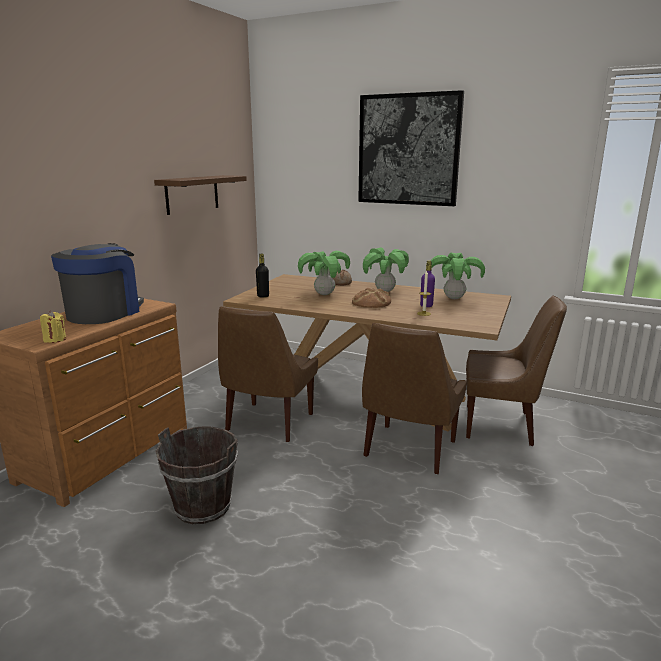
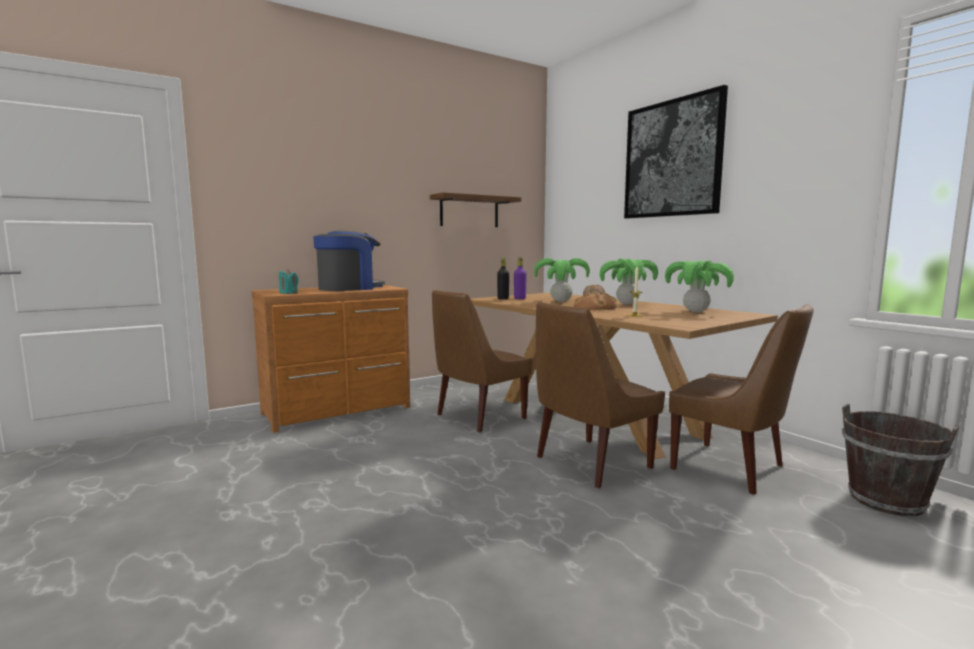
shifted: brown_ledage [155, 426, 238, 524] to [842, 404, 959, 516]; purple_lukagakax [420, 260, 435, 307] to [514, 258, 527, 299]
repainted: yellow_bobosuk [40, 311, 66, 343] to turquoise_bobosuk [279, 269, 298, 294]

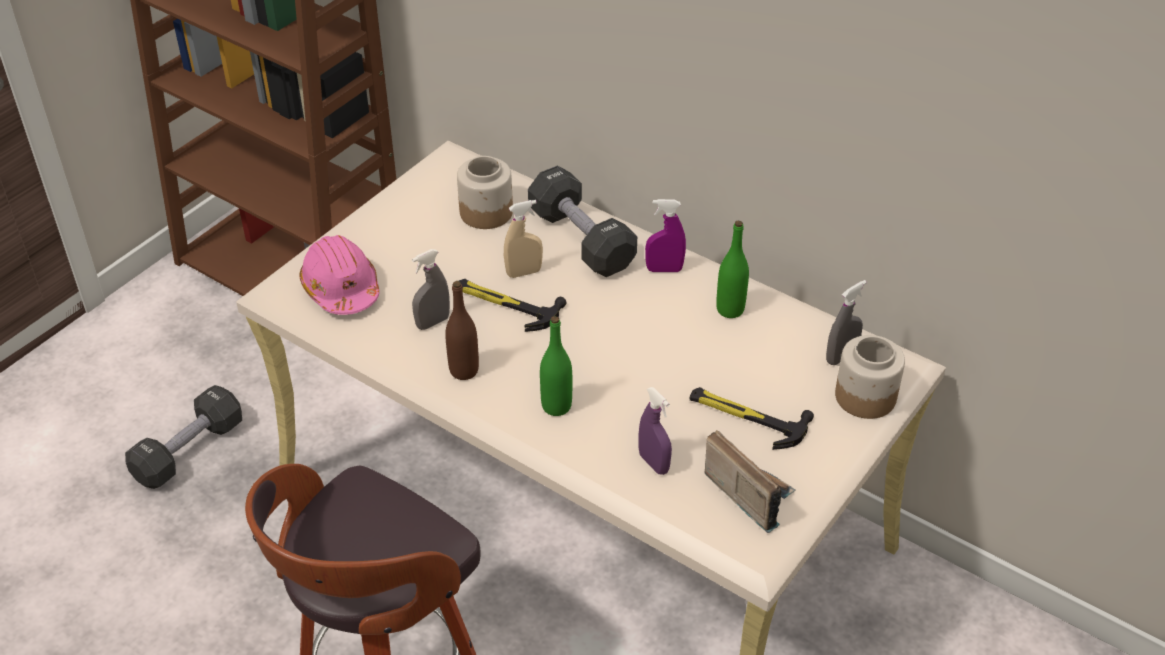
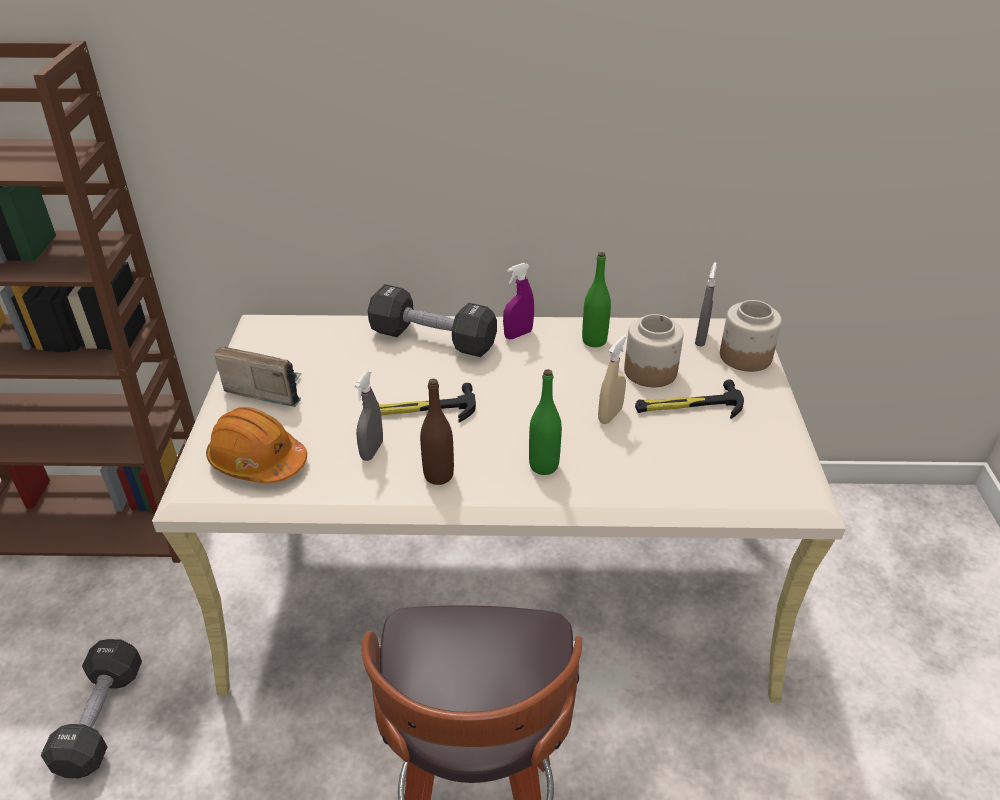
gone: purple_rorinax [638, 387, 672, 475]
shifted: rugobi [457, 156, 513, 229] to [624, 314, 683, 387]; beige_rorinax [504, 200, 543, 278] to [598, 335, 627, 424]; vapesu [704, 430, 796, 533] to [214, 346, 301, 407]
repainted: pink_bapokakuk [299, 235, 380, 315] to orange_bapokakuk [206, 407, 307, 483]

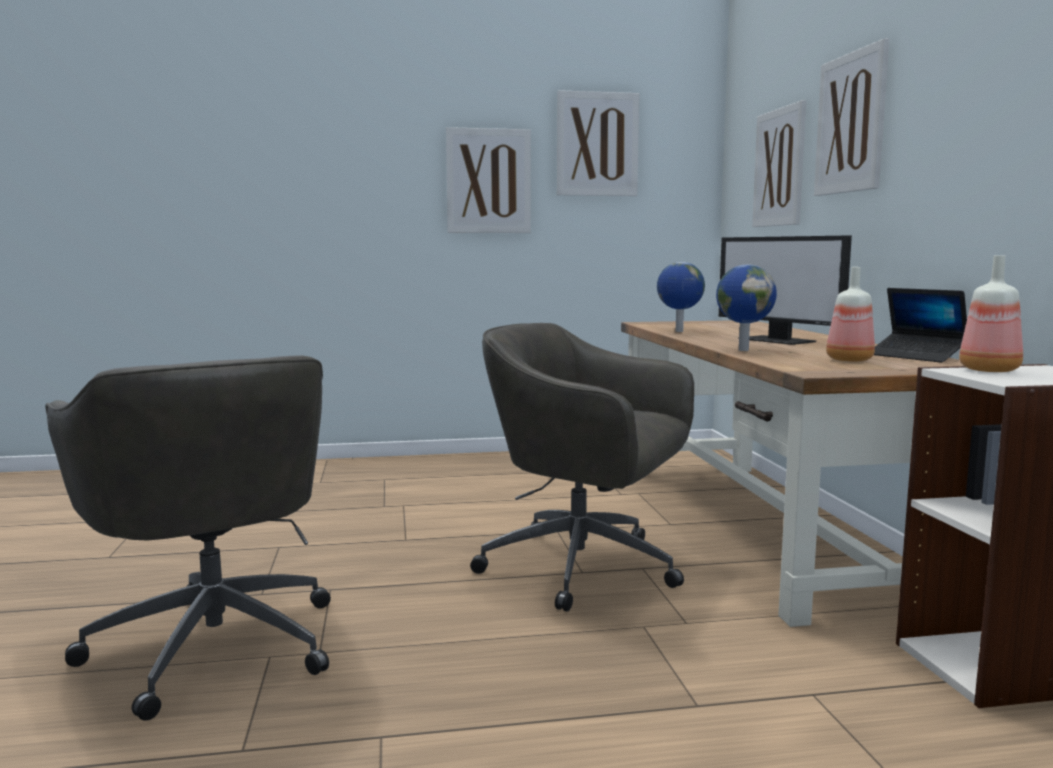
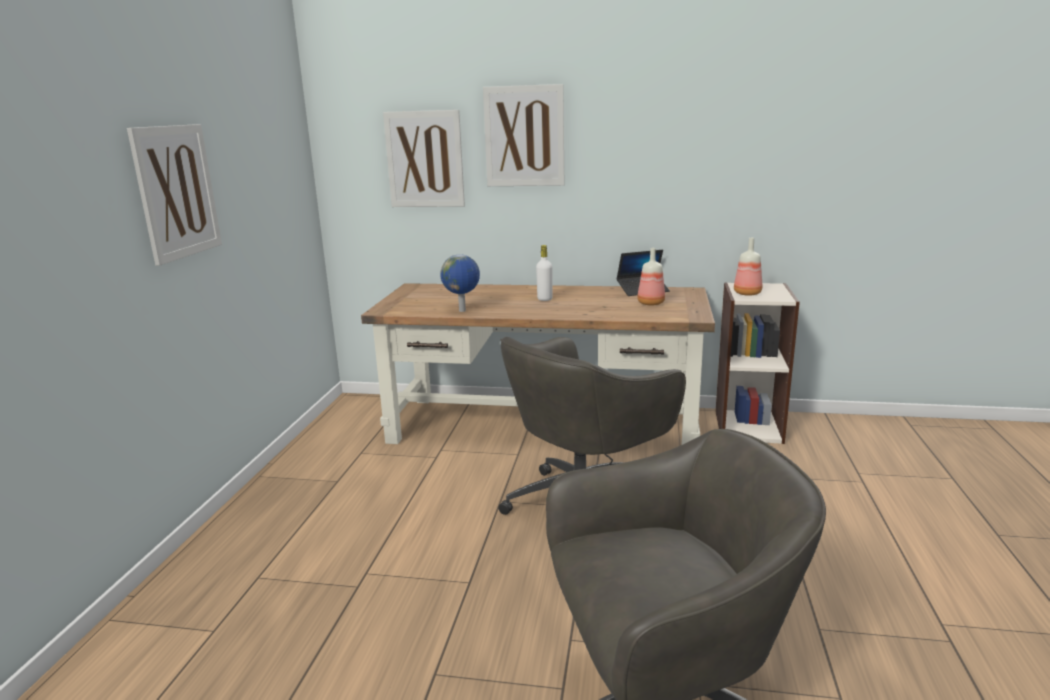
gone: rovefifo [557, 90, 640, 196]; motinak [716, 264, 777, 351]
swapped: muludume [719, 235, 852, 345] to white_lukagakax [536, 245, 552, 301]

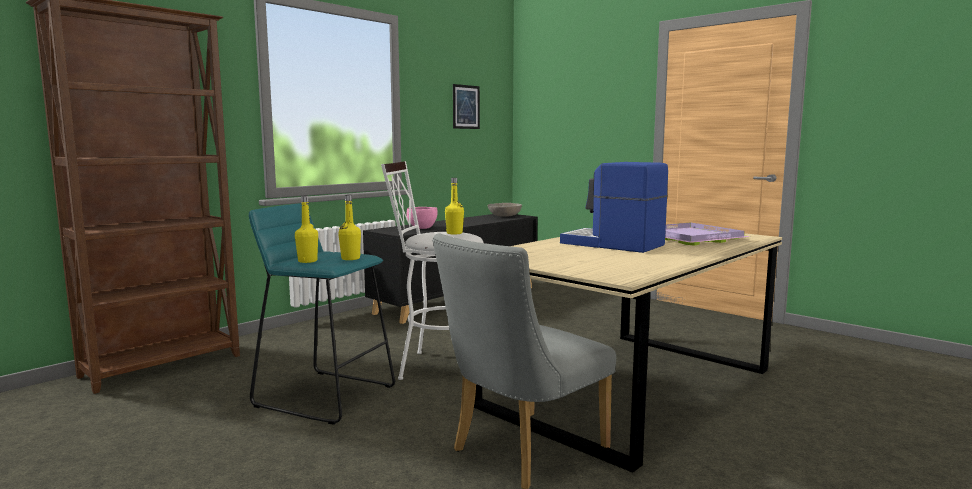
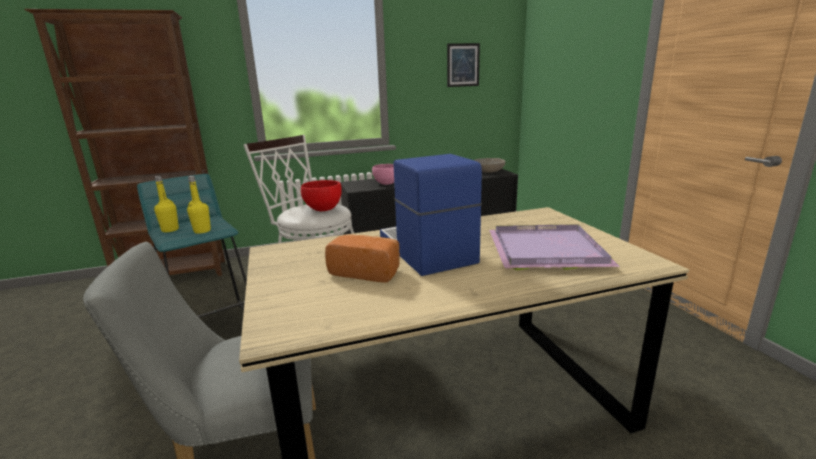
new: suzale [325, 234, 400, 283]
swapped: yellow_lukagakax [445, 178, 464, 234] to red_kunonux [301, 180, 342, 211]

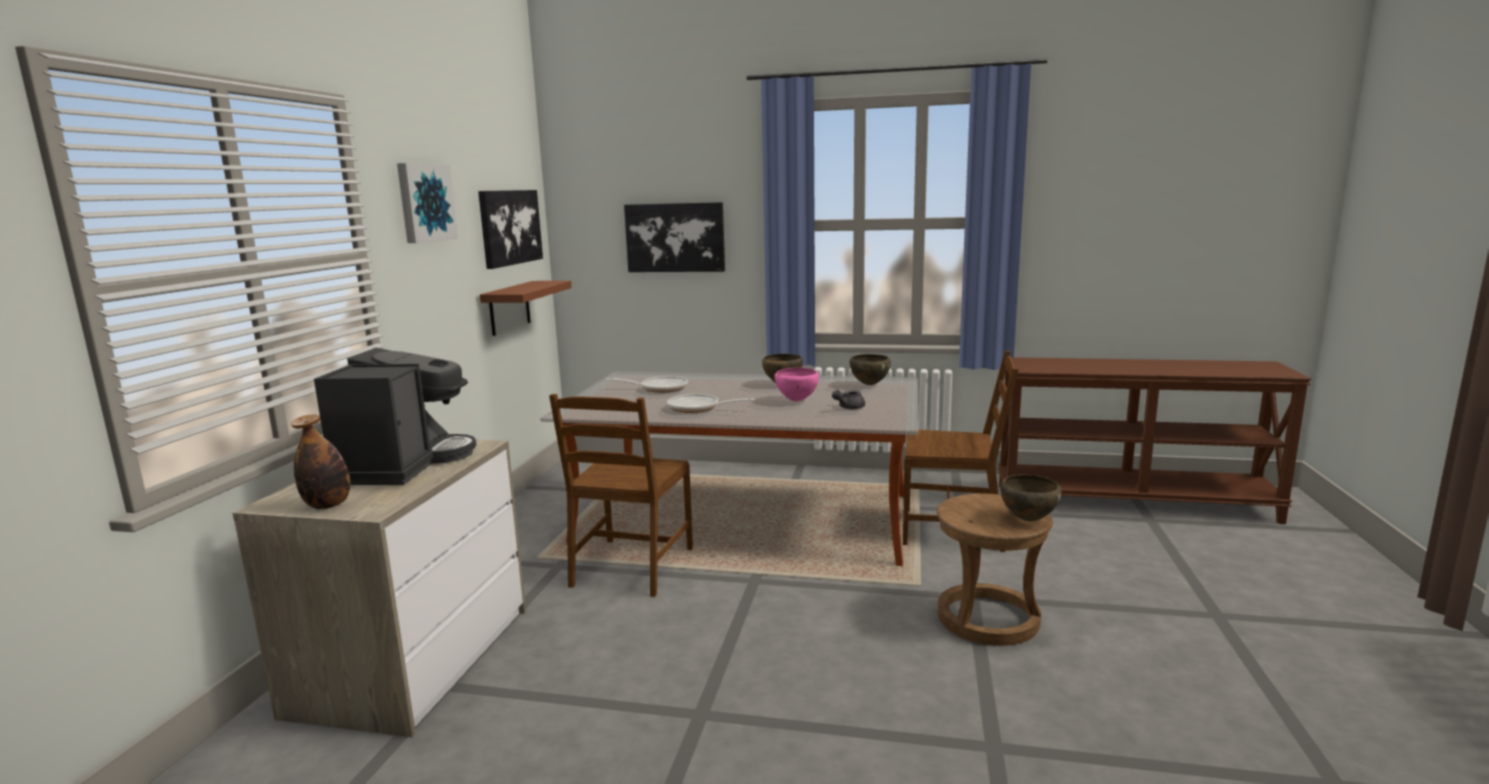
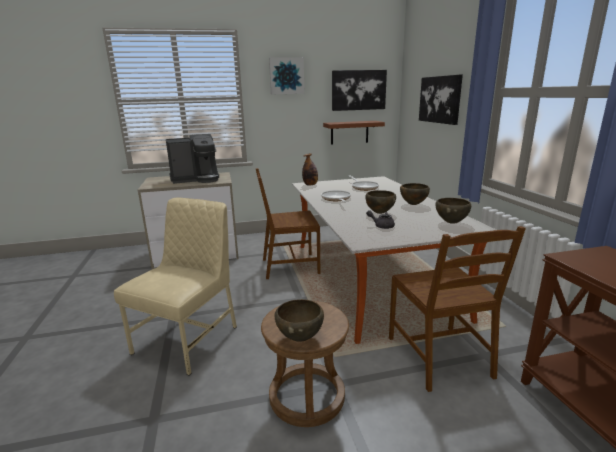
new: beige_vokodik [114, 197, 237, 376]
shifted: lukagakax [291, 414, 350, 509] to [302, 153, 318, 185]
repainted: pink_kunonux [774, 368, 819, 402] to brown_kunonux [365, 190, 396, 214]

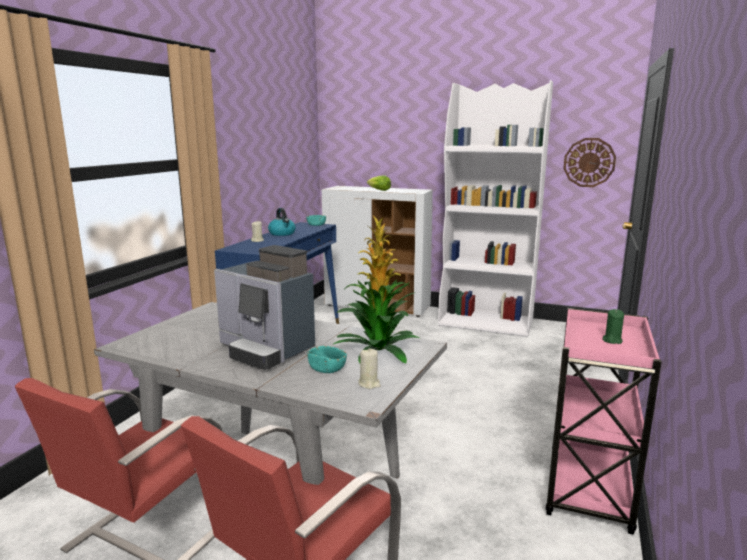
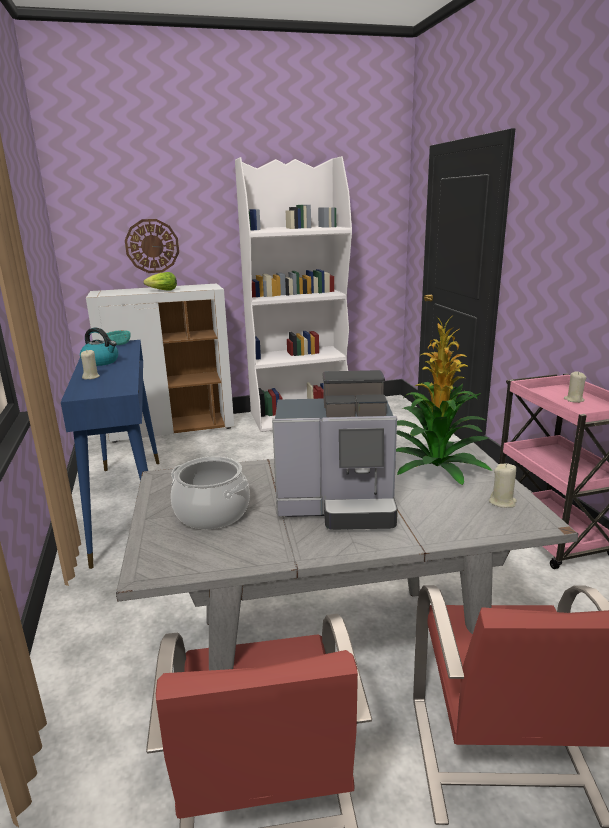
gone: turquoise_kunonux [307, 346, 347, 373]
new: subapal [171, 456, 250, 529]
shifted: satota [563, 138, 616, 187] to [125, 219, 179, 273]
repainted: green_bobosuk [602, 309, 624, 344] to beige_bobosuk [564, 371, 587, 403]

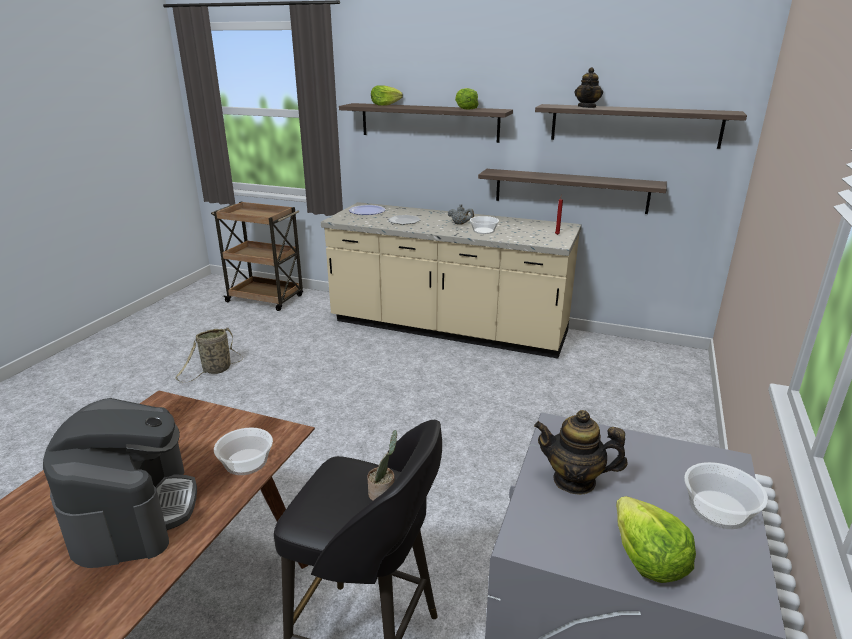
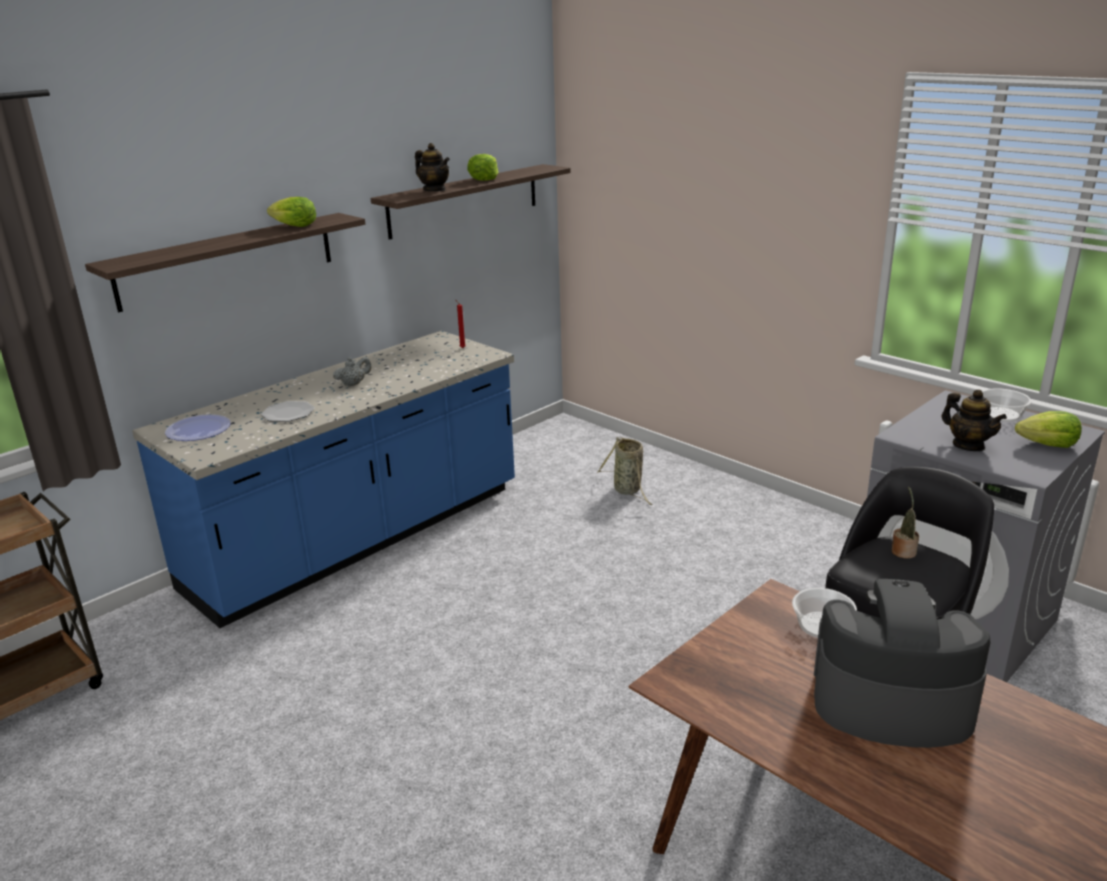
gone: kunonux [470, 216, 499, 234]; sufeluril [478, 169, 667, 214]
shifted: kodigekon [175, 328, 243, 383] to [597, 437, 652, 505]; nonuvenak [371, 85, 403, 106] to [467, 154, 499, 181]
repainted: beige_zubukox [321, 202, 582, 359] to blue_zubukox [132, 331, 515, 628]
rotated: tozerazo [534, 410, 627, 495] = [942, 390, 1007, 451] 75 degrees counterclockwise

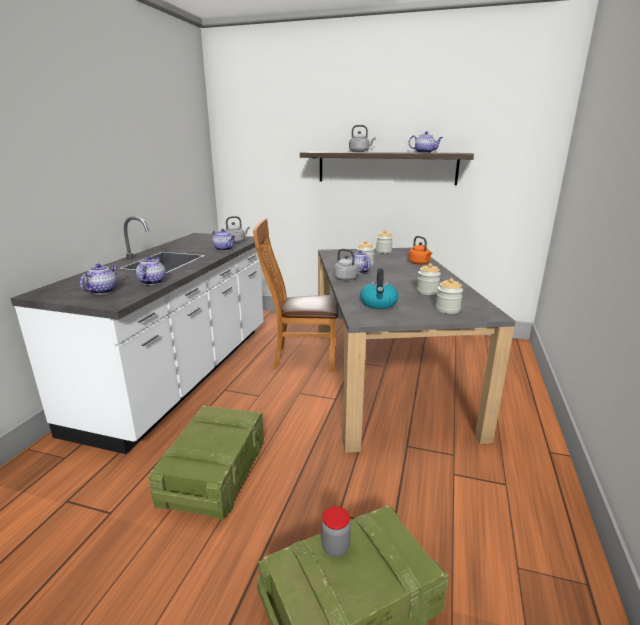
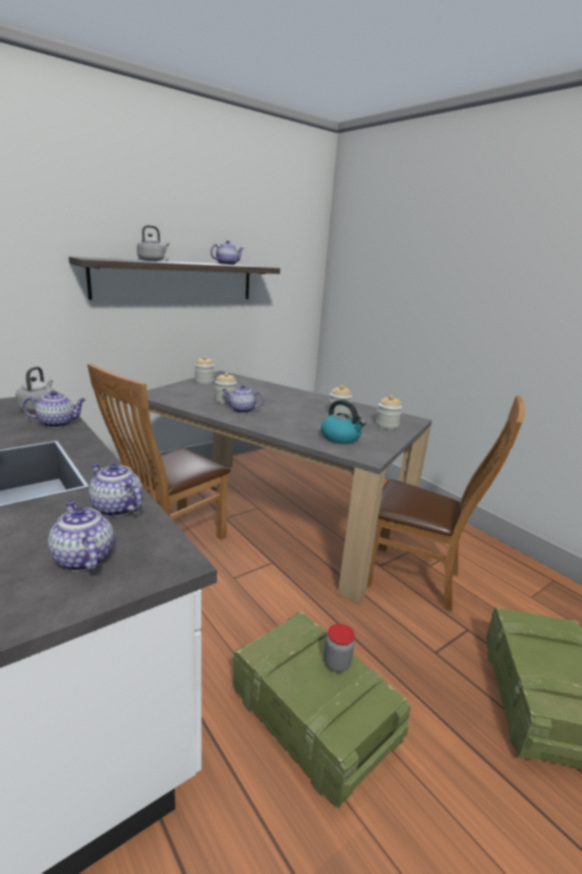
gone: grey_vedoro [334, 249, 363, 281]; orange_vedoro [408, 236, 432, 265]
new: brown_vokodik [367, 395, 525, 611]
shifted: rugobi [322, 506, 351, 557] to [324, 624, 355, 672]

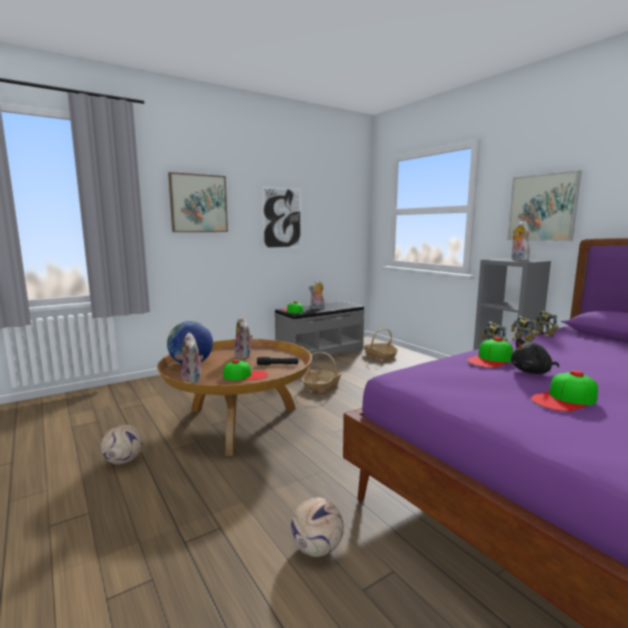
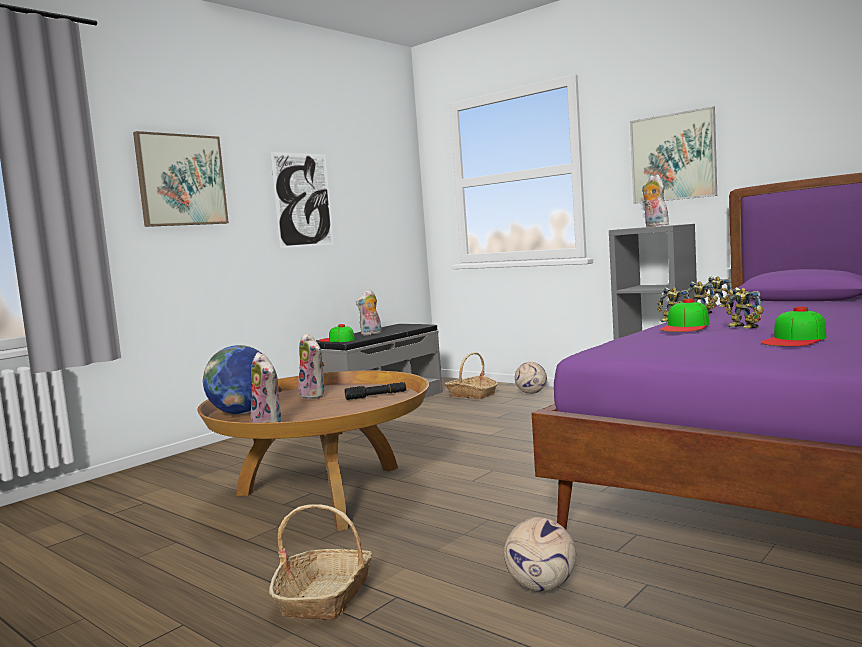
gone: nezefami [223, 360, 268, 380]
shifted: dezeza [101, 425, 143, 465] to [515, 362, 547, 394]; kodigekon [302, 352, 342, 393] to [269, 504, 372, 621]
swapped: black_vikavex [511, 338, 559, 374] to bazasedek [726, 287, 764, 329]

